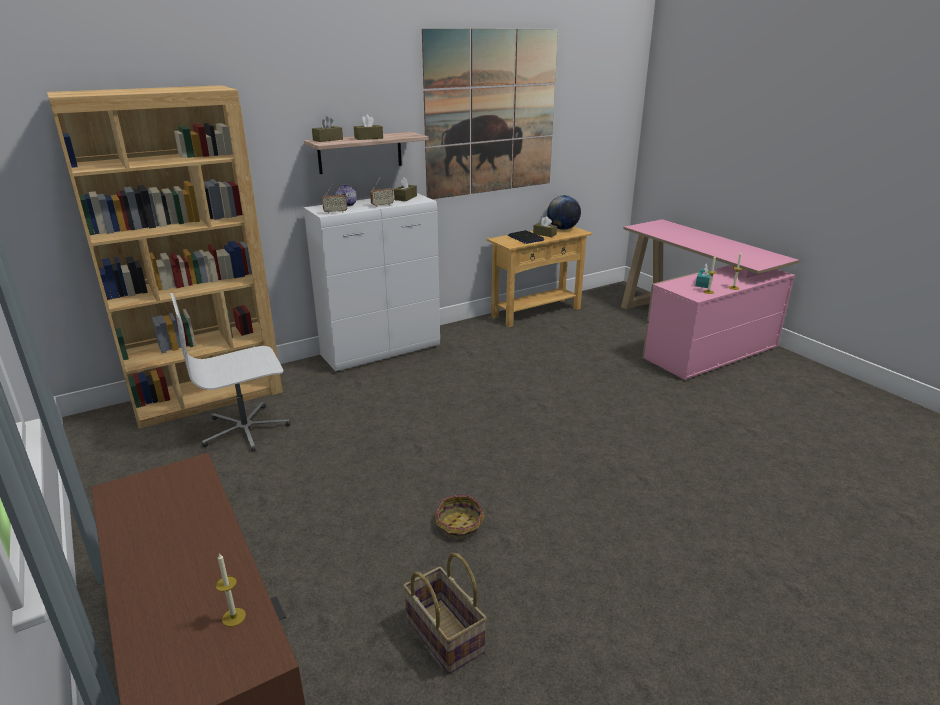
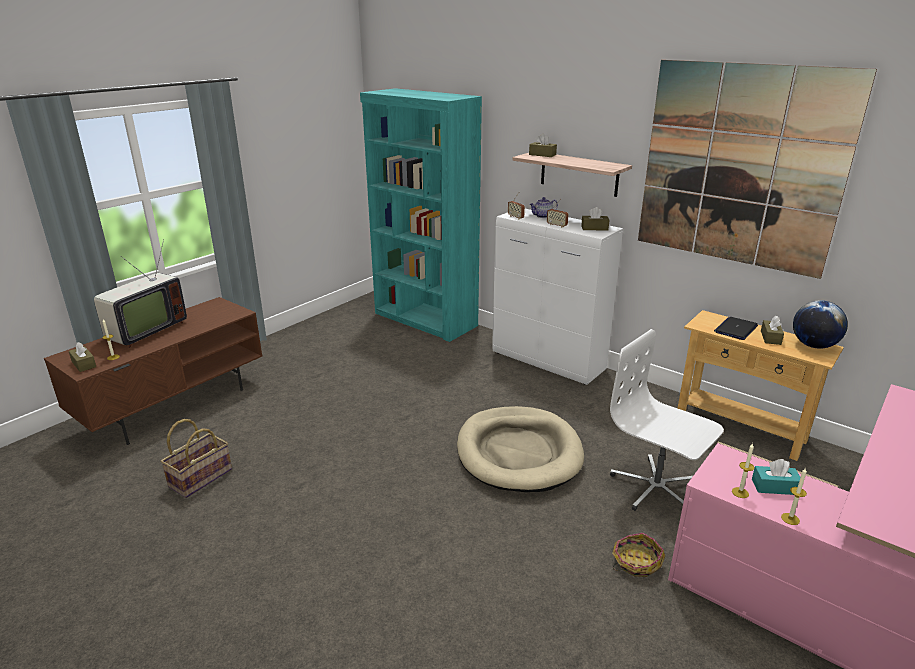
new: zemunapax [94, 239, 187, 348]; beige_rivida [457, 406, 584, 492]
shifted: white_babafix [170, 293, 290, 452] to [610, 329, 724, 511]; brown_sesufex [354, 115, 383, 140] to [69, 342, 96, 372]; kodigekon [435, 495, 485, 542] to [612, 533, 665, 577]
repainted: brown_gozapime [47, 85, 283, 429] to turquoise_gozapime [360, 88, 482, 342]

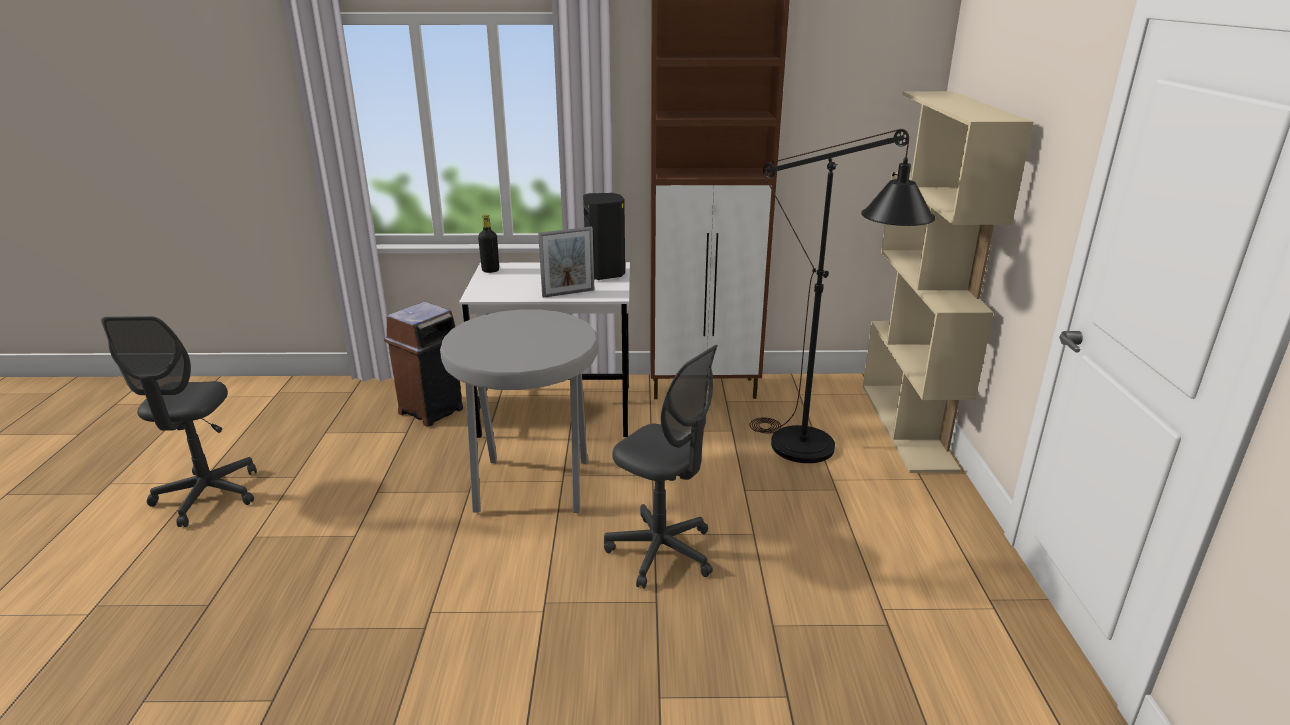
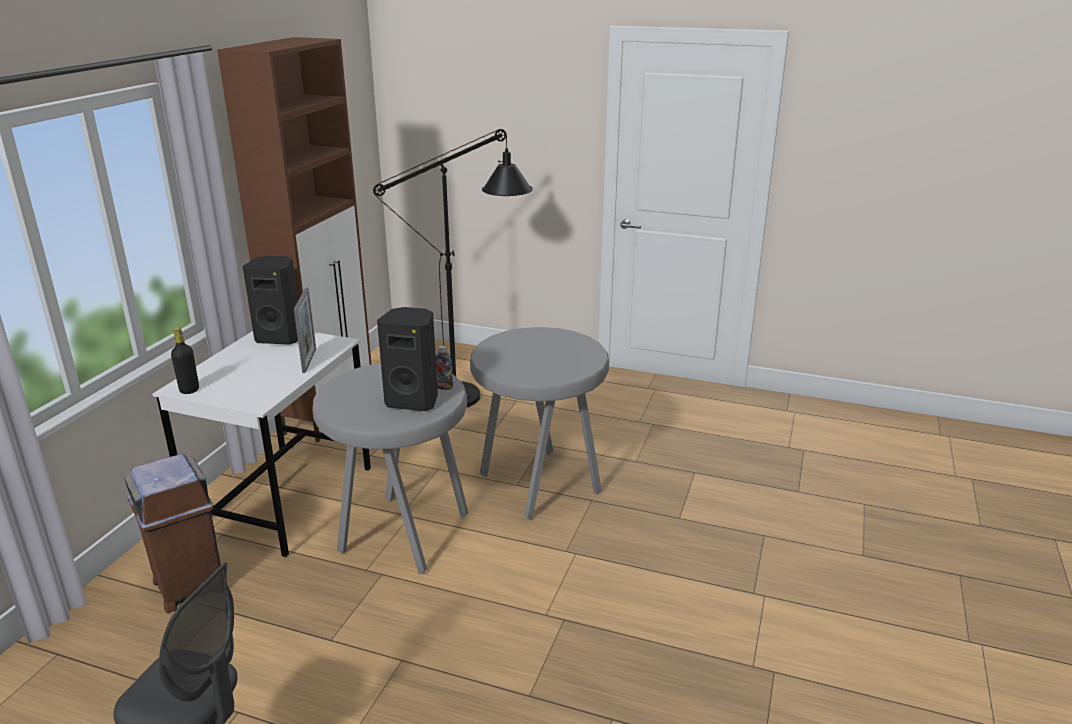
gone: beige_gozapime [863, 91, 1034, 473]
new: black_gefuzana [377, 307, 438, 411]; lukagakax [436, 345, 453, 390]
swapped: grey_babafix [604, 345, 718, 589] to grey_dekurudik [470, 327, 609, 520]

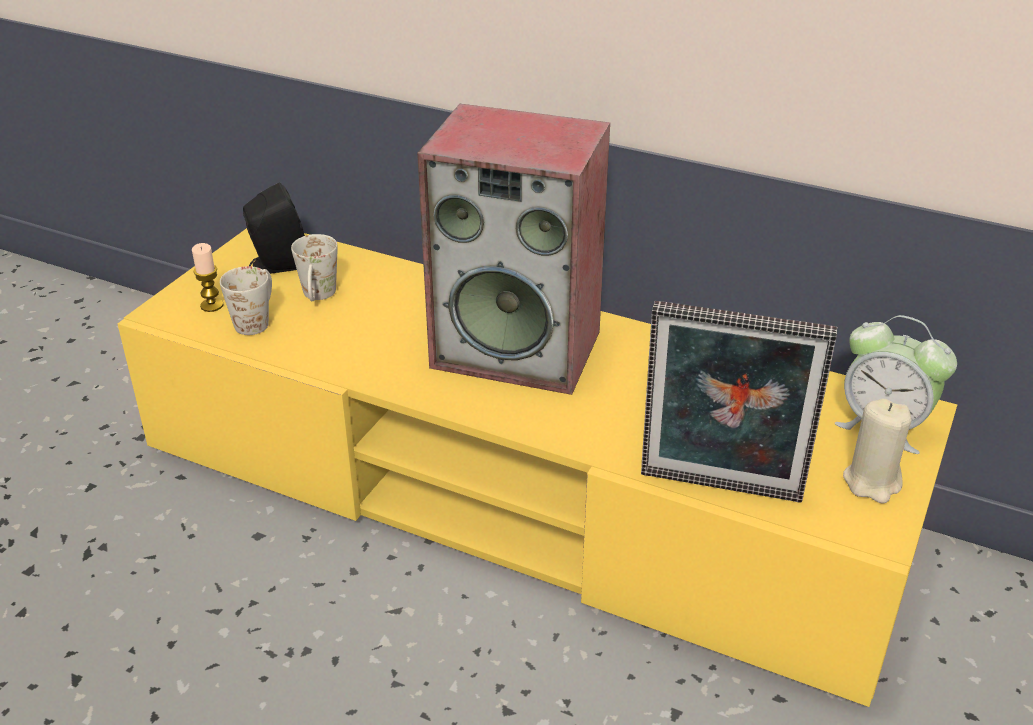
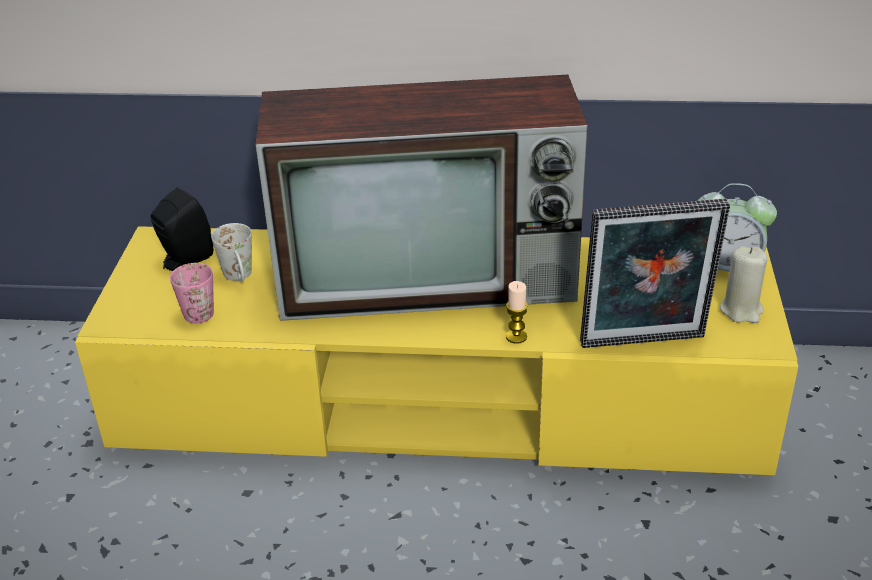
shifted: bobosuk [192, 243, 223, 312] to [506, 281, 528, 344]
swapped: gefuzana [417, 104, 610, 395] to zemunapax [256, 75, 588, 321]
repainted: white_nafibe [220, 266, 272, 335] to pink_nafibe [170, 263, 214, 323]

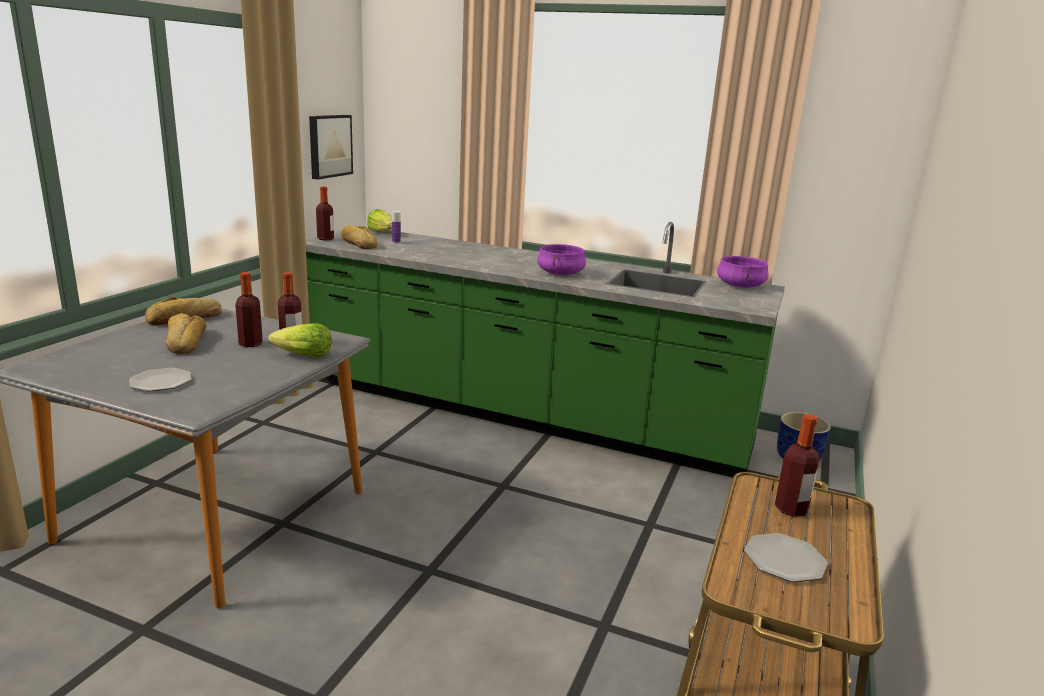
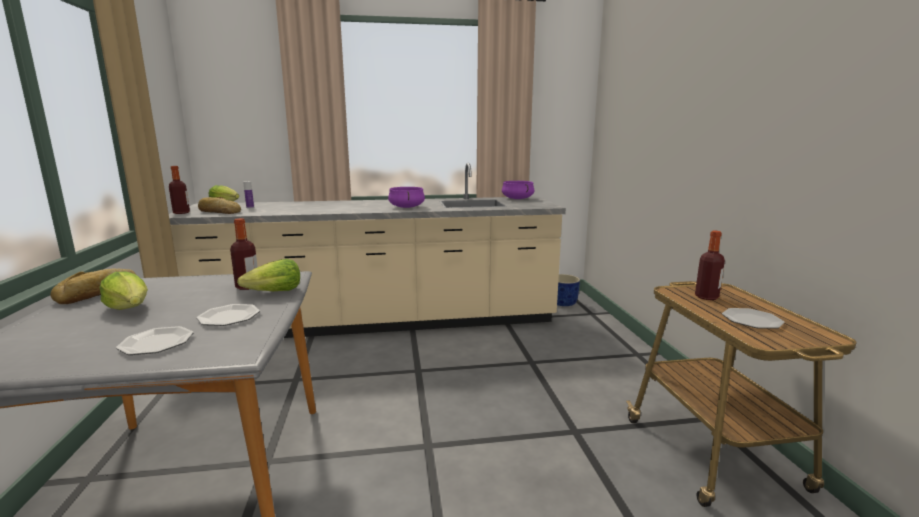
gone: lukagakax [235, 272, 263, 347]; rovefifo [309, 115, 353, 179]
new: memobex [197, 304, 260, 326]
swapped: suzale [166, 313, 206, 354] to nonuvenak [99, 271, 148, 310]
repainted: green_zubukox [305, 222, 785, 477] to beige_zubukox [169, 163, 566, 338]

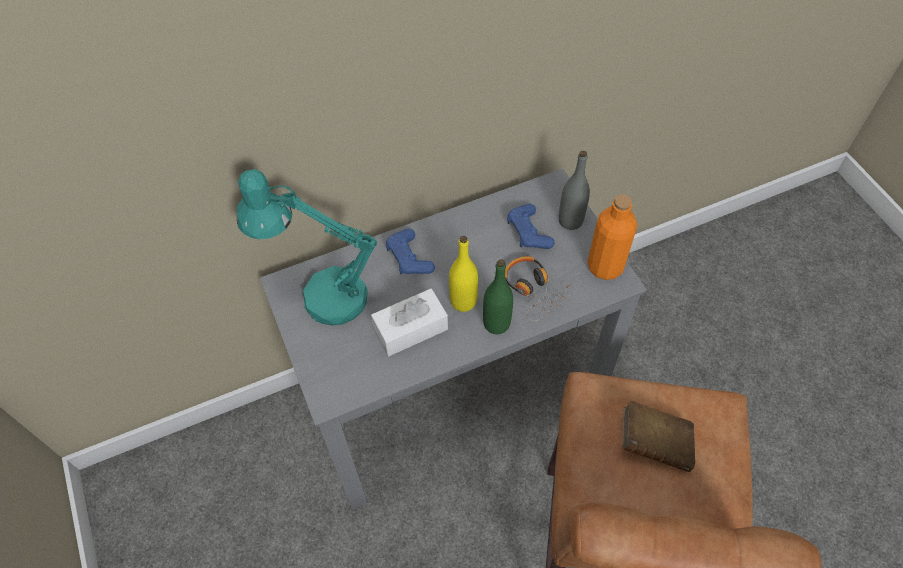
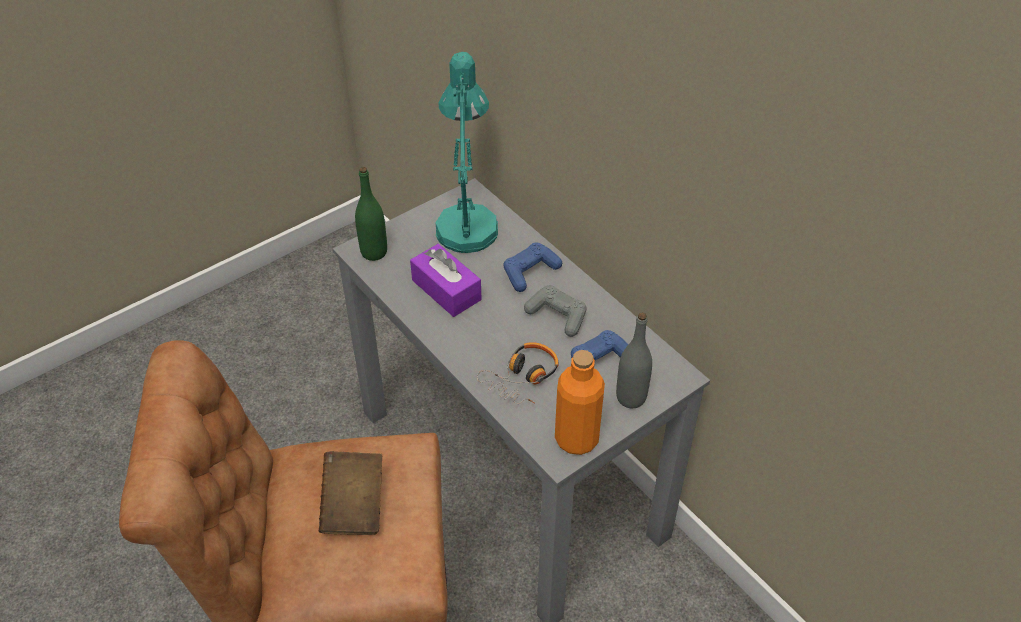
gone: yellow_lukagakax [449, 236, 478, 312]
new: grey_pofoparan [524, 285, 587, 337]
shifted: green_lukagakax [483, 259, 513, 334] to [355, 167, 387, 261]
repainted: white_sesufex [371, 288, 448, 356] to purple_sesufex [410, 244, 481, 317]

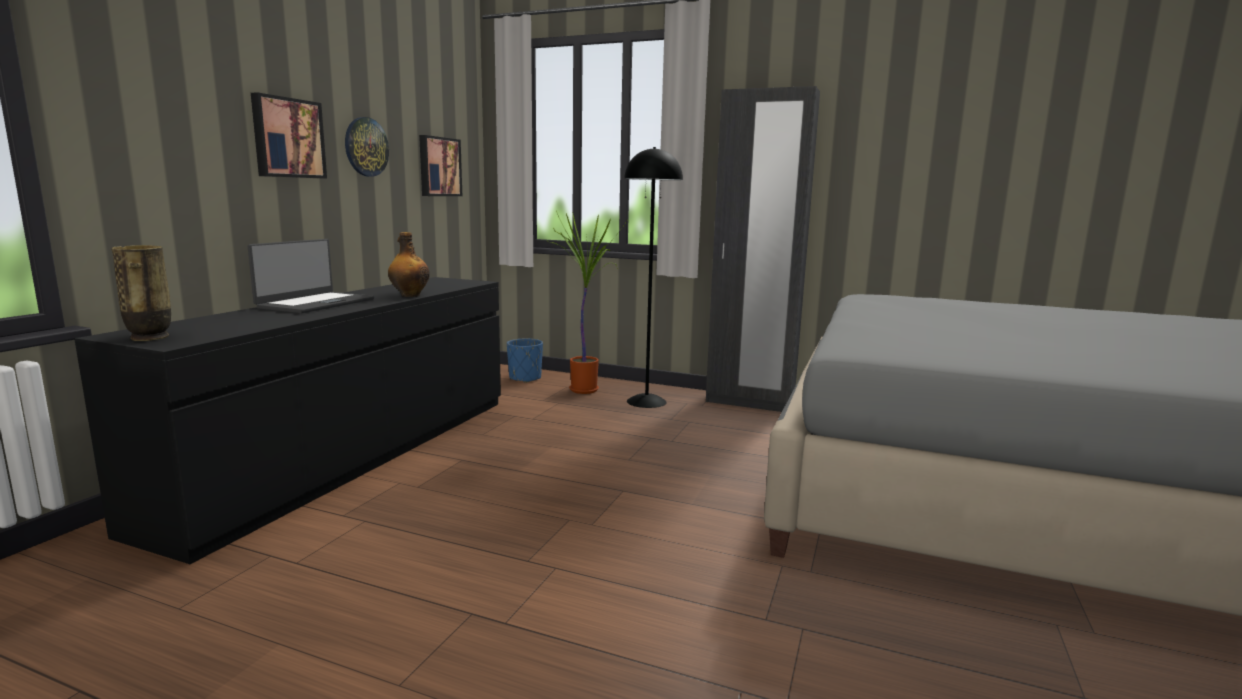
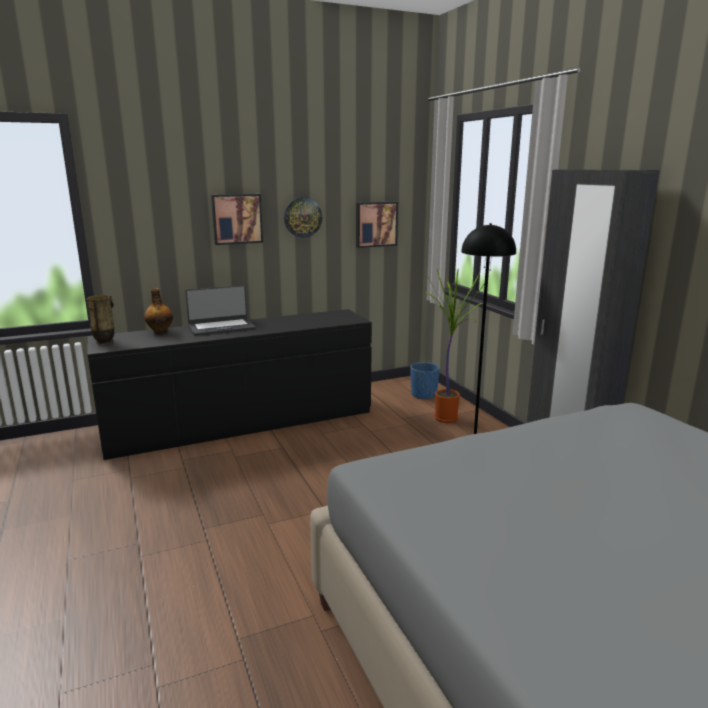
shifted: lukagakax [388, 232, 430, 297] to [144, 288, 173, 334]

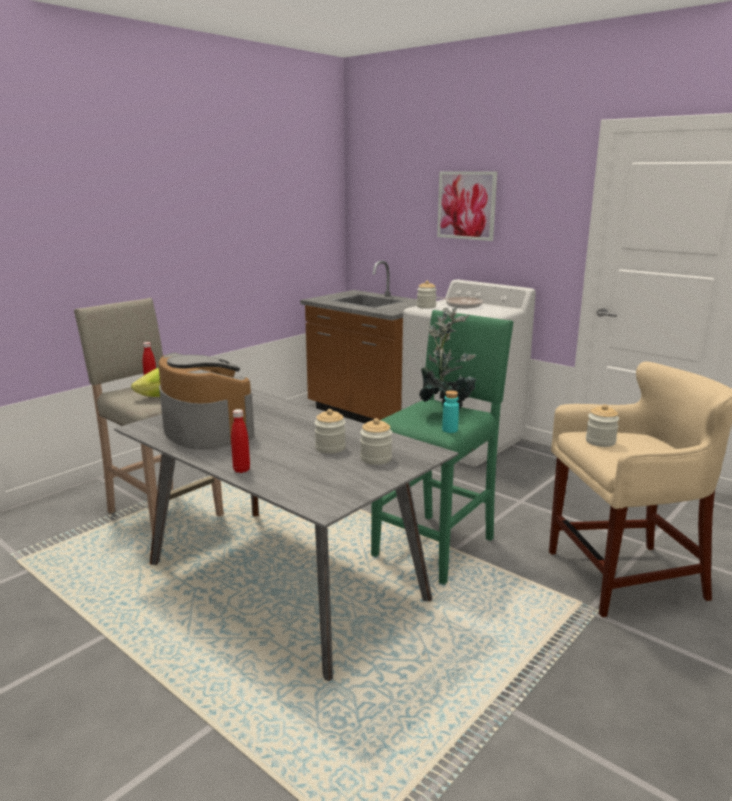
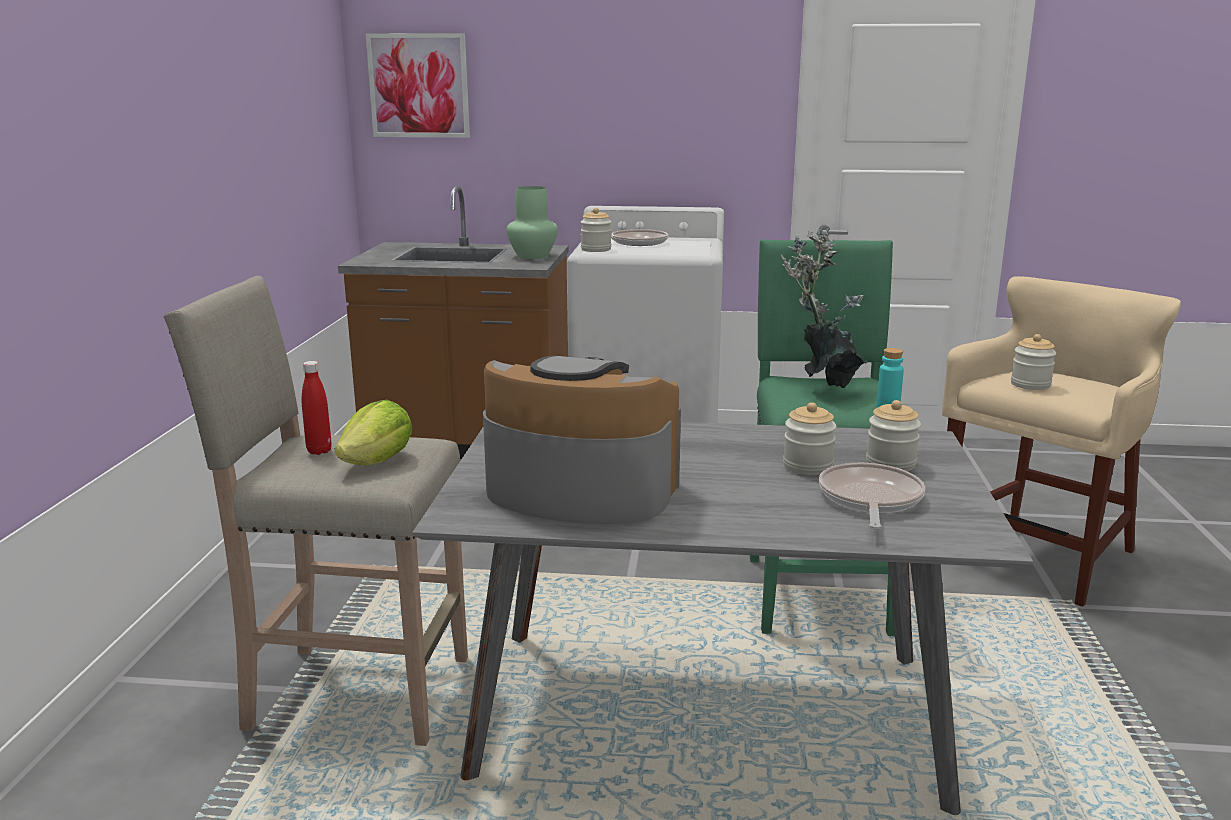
gone: red_lukagakax [231, 409, 250, 473]
new: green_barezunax [506, 186, 558, 259]; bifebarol [819, 463, 925, 529]
shifted: rovefifo [437, 172, 497, 241] to [366, 33, 470, 138]

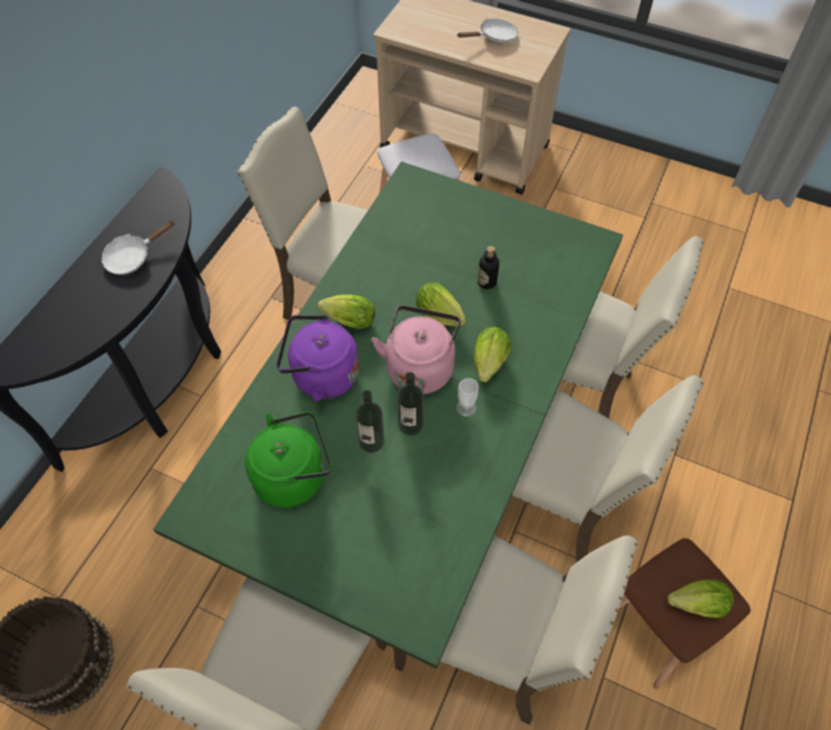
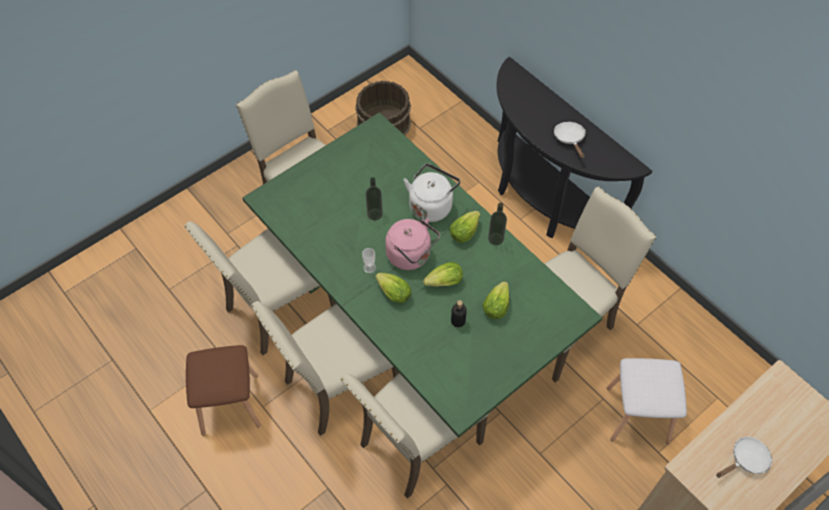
gone: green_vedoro [245, 411, 331, 508]
shifted: lukagakax [397, 372, 424, 435] to [488, 203, 507, 245]; nonuvenak [667, 579, 734, 618] to [482, 281, 509, 319]
repainted: purple_vedoro [277, 315, 359, 401] to white_vedoro [404, 164, 460, 222]
rotated: white_bifebarol [458, 18, 518, 43] = [716, 437, 772, 478] 120 degrees counterclockwise

